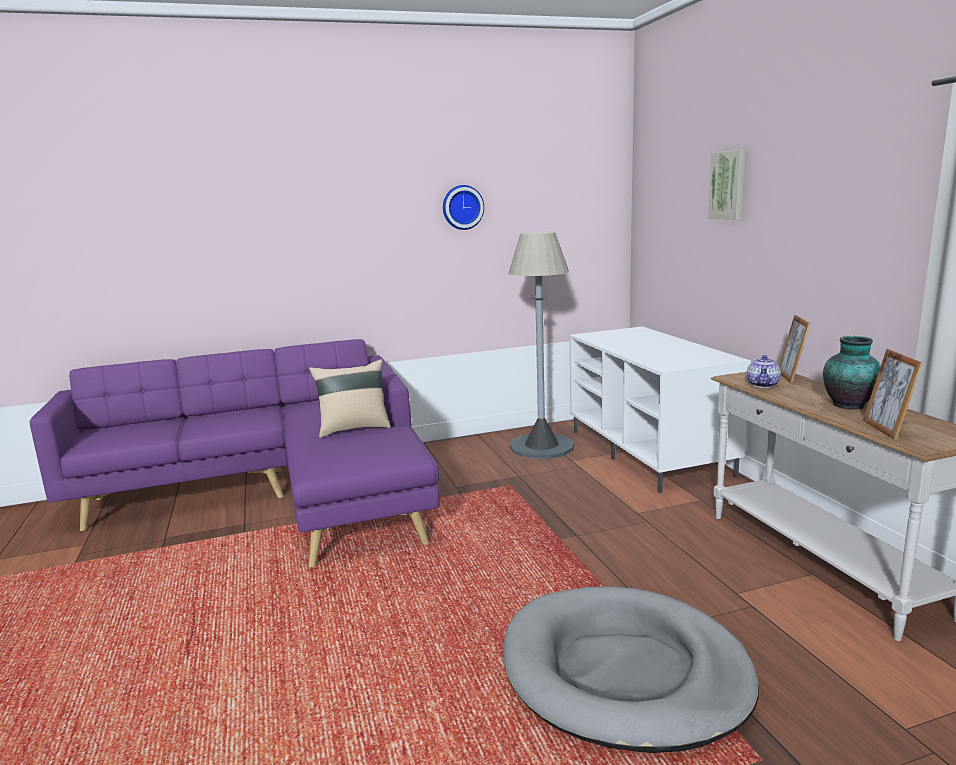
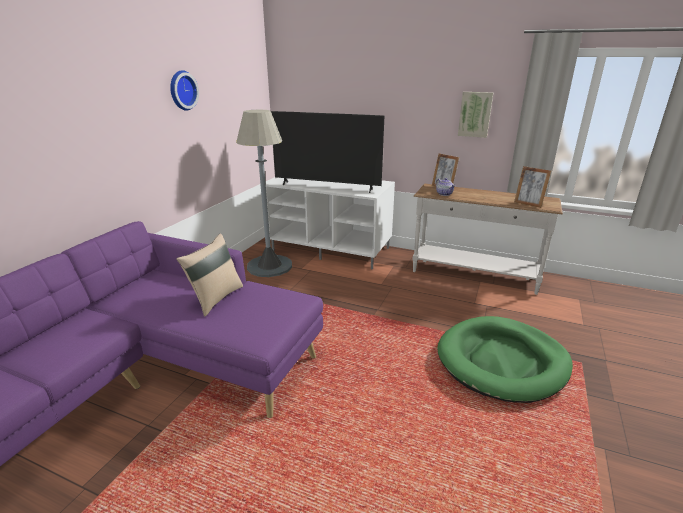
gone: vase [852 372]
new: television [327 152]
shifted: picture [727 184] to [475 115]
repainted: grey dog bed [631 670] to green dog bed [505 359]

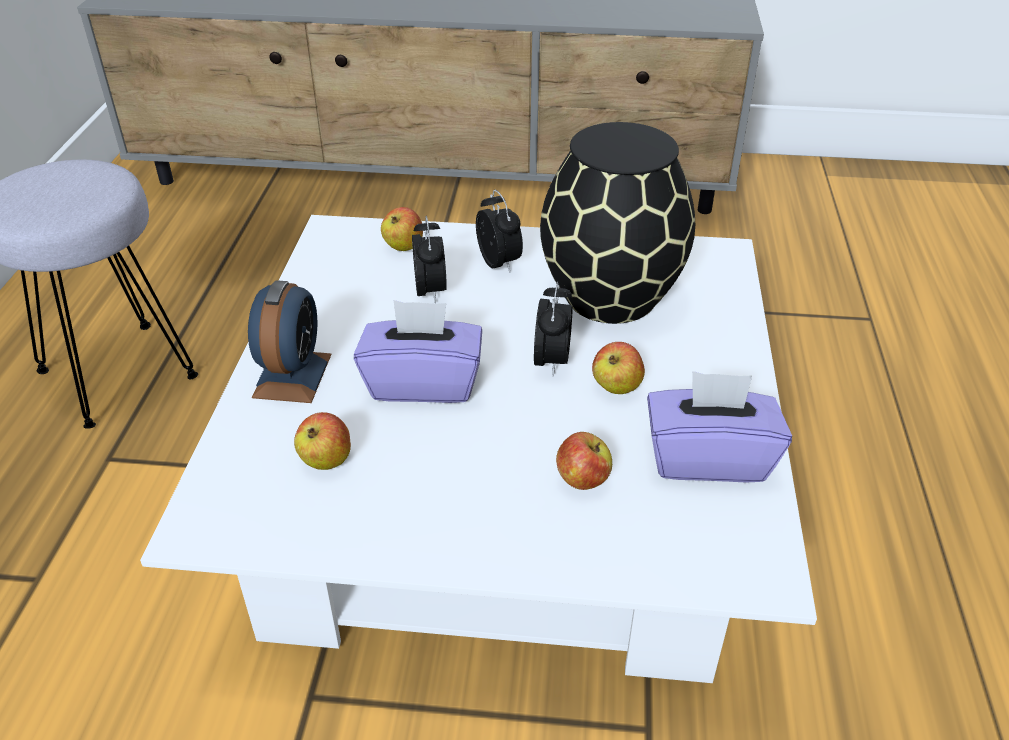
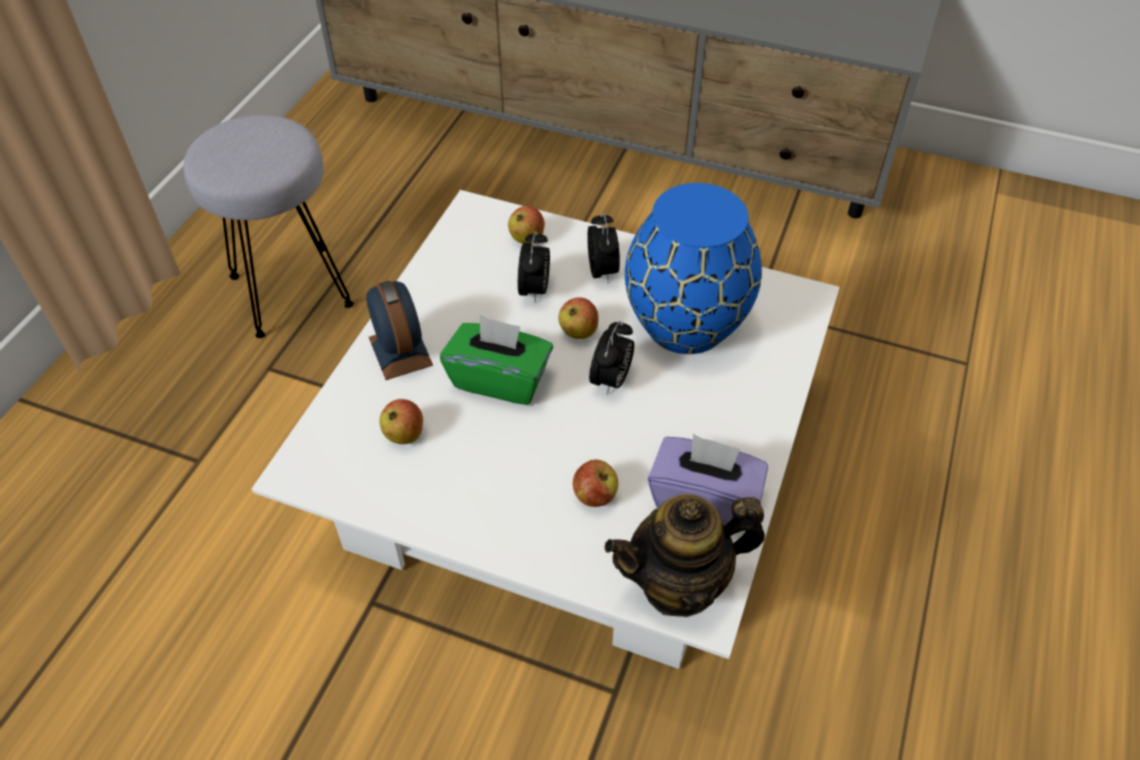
new: teapot [685 555]
shifted: apple [618 368] to [578 318]
repainted: purple tissue box [418 351] to green tissue box [496 360]; black vase [617 223] to blue vase [693 268]
rotated: alarm clock [289 341] = [399 330] 45 degrees counterclockwise

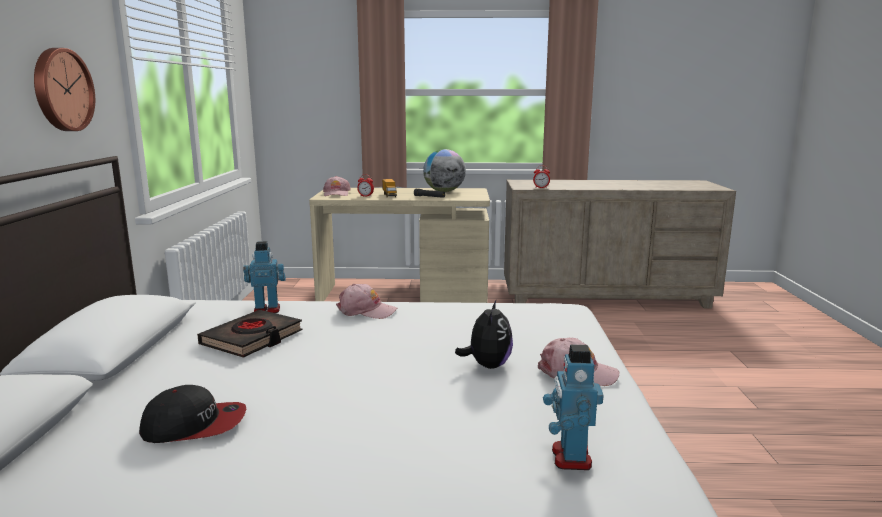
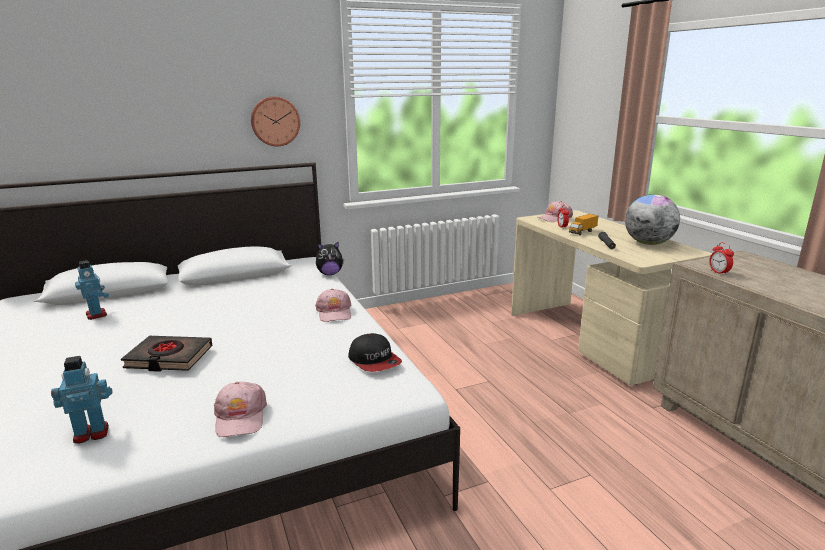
shifted: toy robot [264 277] to [92 290]; black book [250 334] to [166 354]; plush toy [484 334] to [330 258]; cap [192 414] to [375 352]

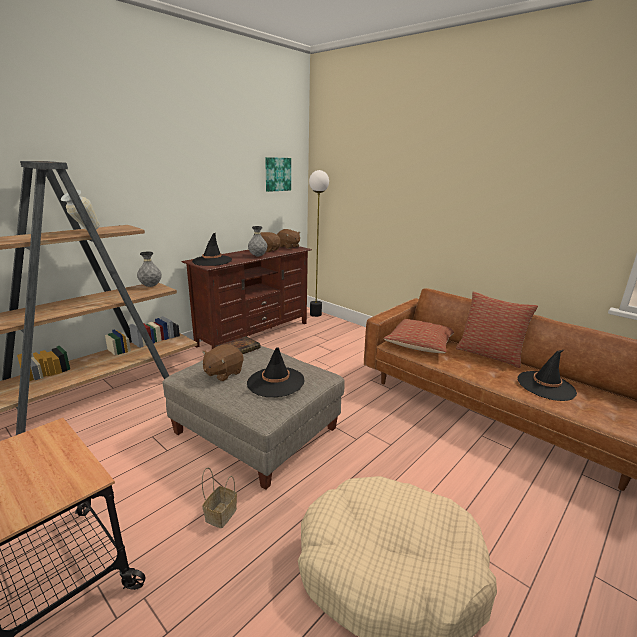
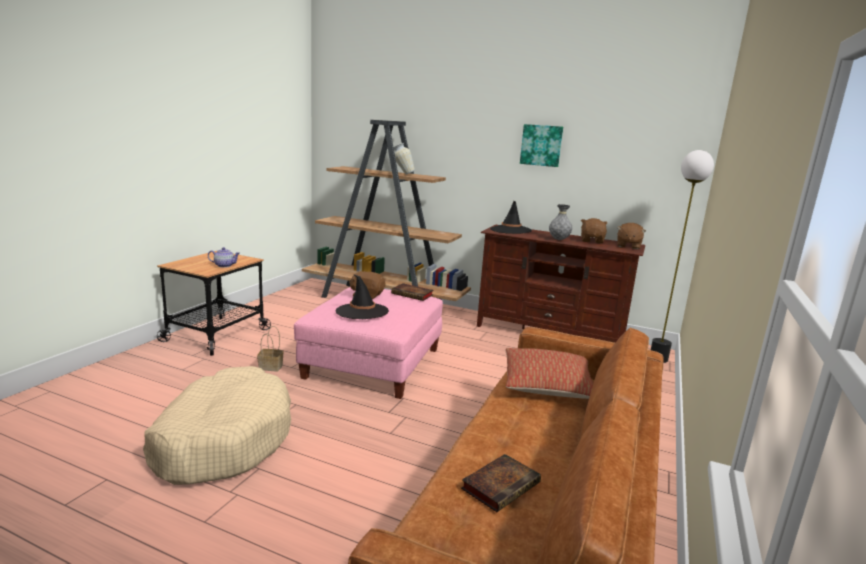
gone: grey vase [149 269]; pillow [497 330]
new: teapot [224 257]
shifted: picture [278 174] to [541 145]
swapped: black hat [547 375] to book [501 483]
repainted: grey ottoman [253 418] to pink ottoman [368 343]

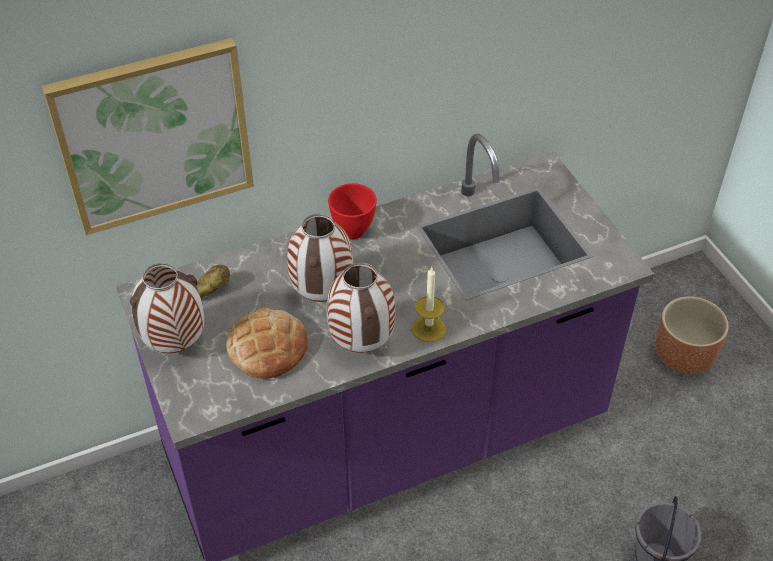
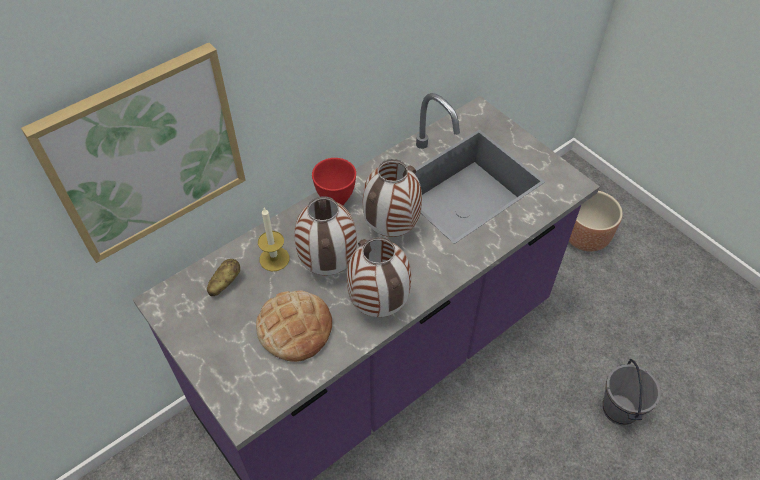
shifted: candle [429 304] to [273 239]; vase [167 308] to [392 198]

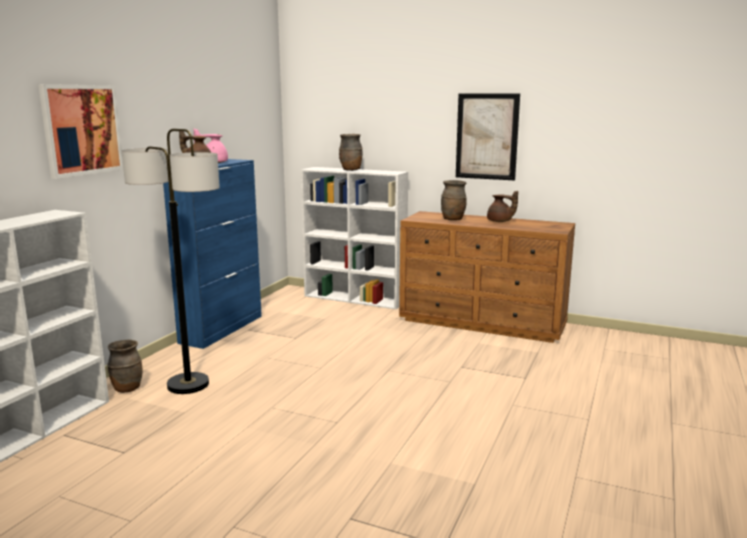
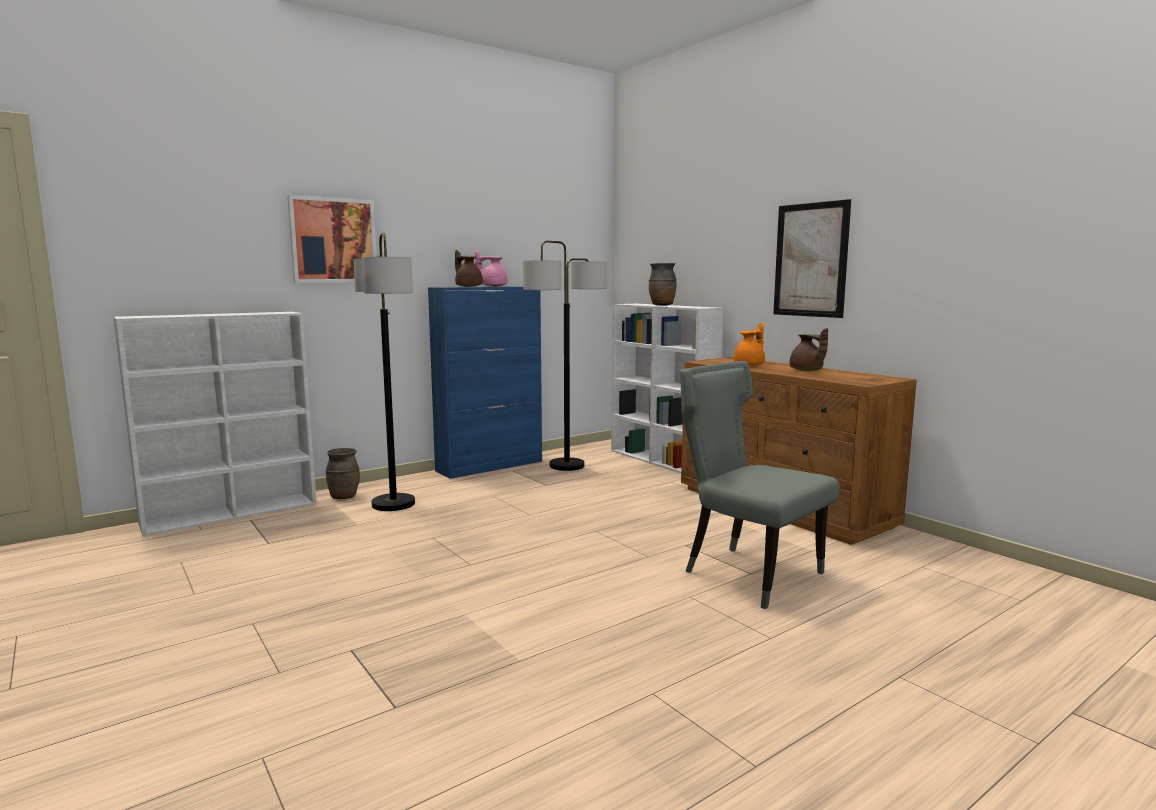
new: floor lamp [565 356]; grey chair [760 485]
swapped: brown vase [454 200] to orange teapot [749 344]

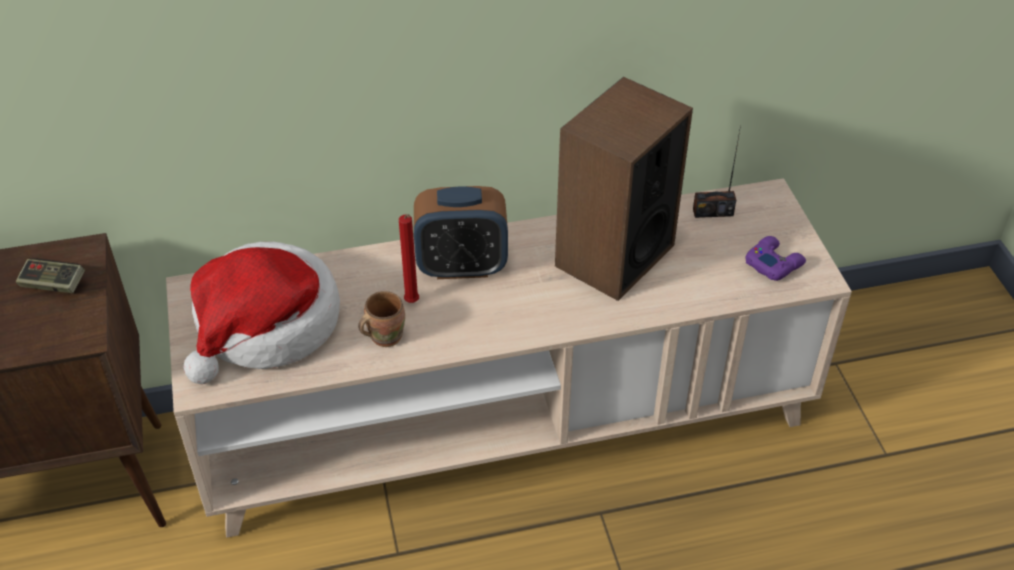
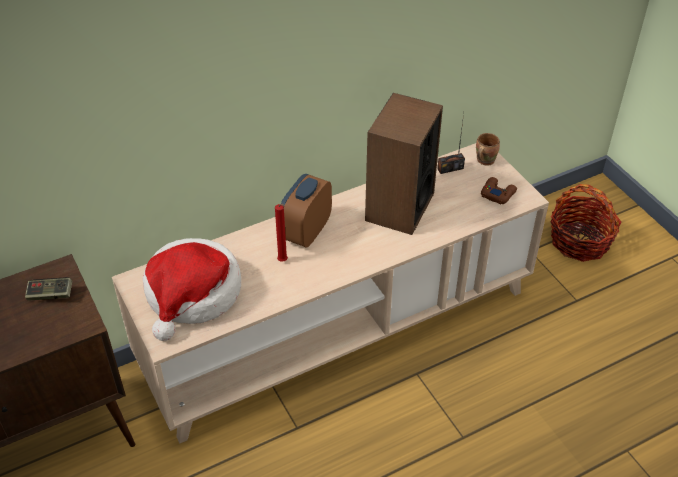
new: basket [586 223]
shifted: brown mug [381 319] to [488 149]
repainted: purple game controller [775 258] to brown game controller [499 190]
rotated: alarm clock [461 232] = [306 211] 135 degrees clockwise

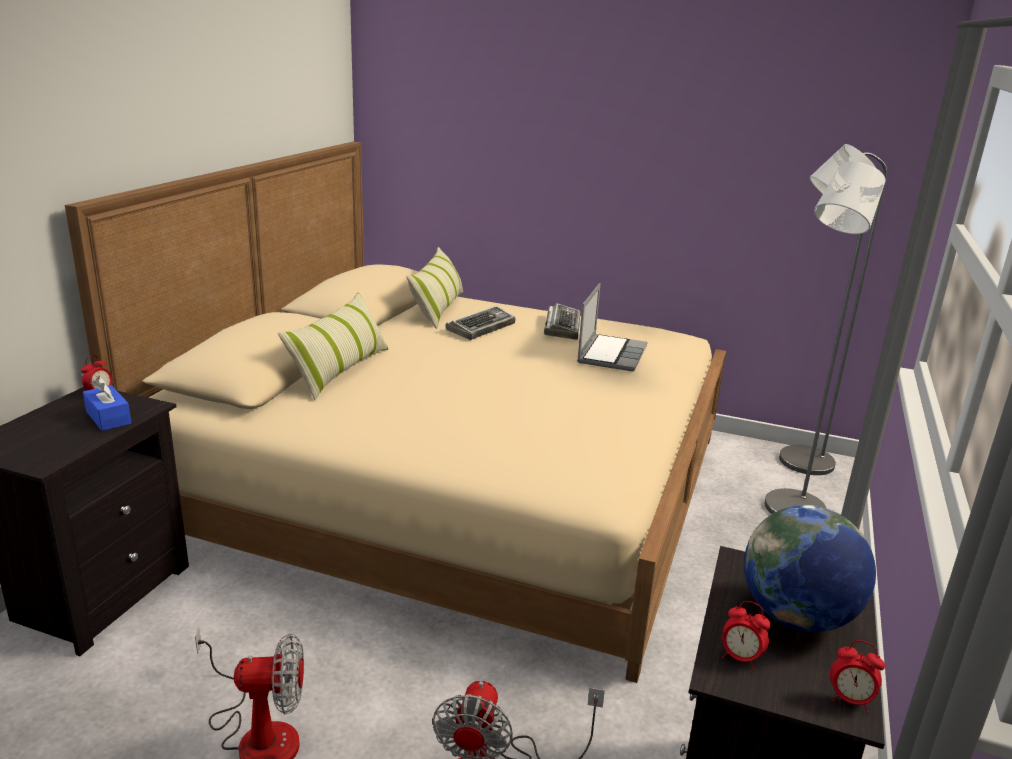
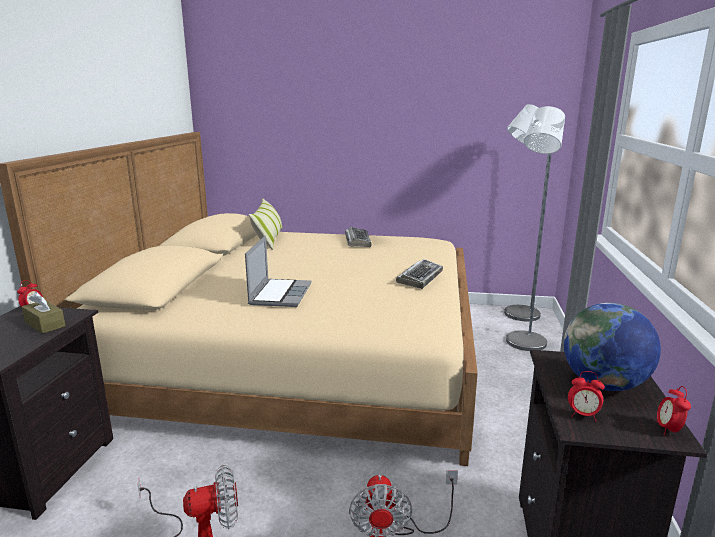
gone: pillow [333 346]
shifted: laptop [612 327] to [278 271]; keyboard [480 323] to [419 274]
repainted: blue tissue box [107 404] to brown tissue box [44 313]
rotated: alarm clock [857 676] = [673 411] 90 degrees clockwise

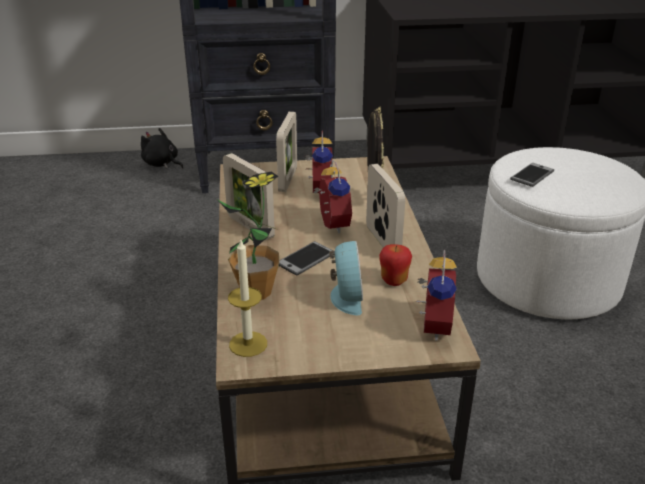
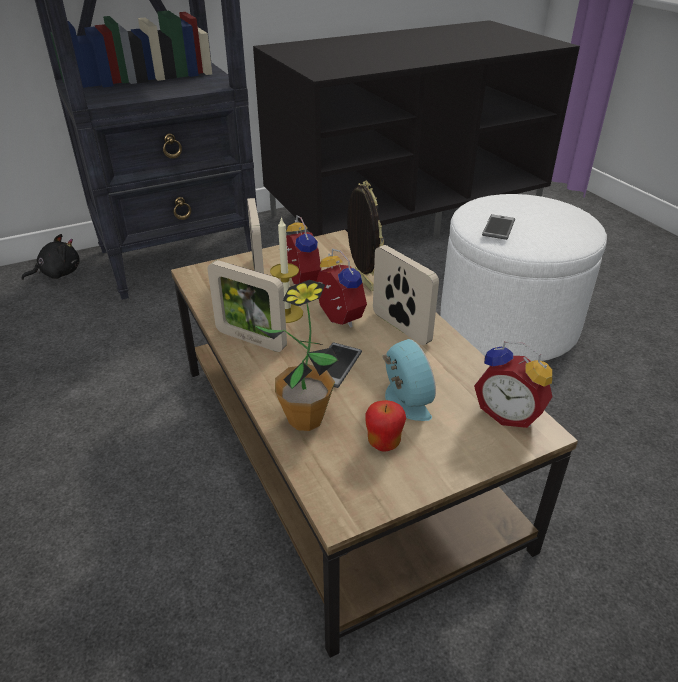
shifted: candle [247 298] to [286 270]; apple [395 265] to [385 425]
rotated: black plush toy [162 148] = [50 257] 135 degrees clockwise; alarm clock [437 295] = [513 384] 135 degrees clockwise

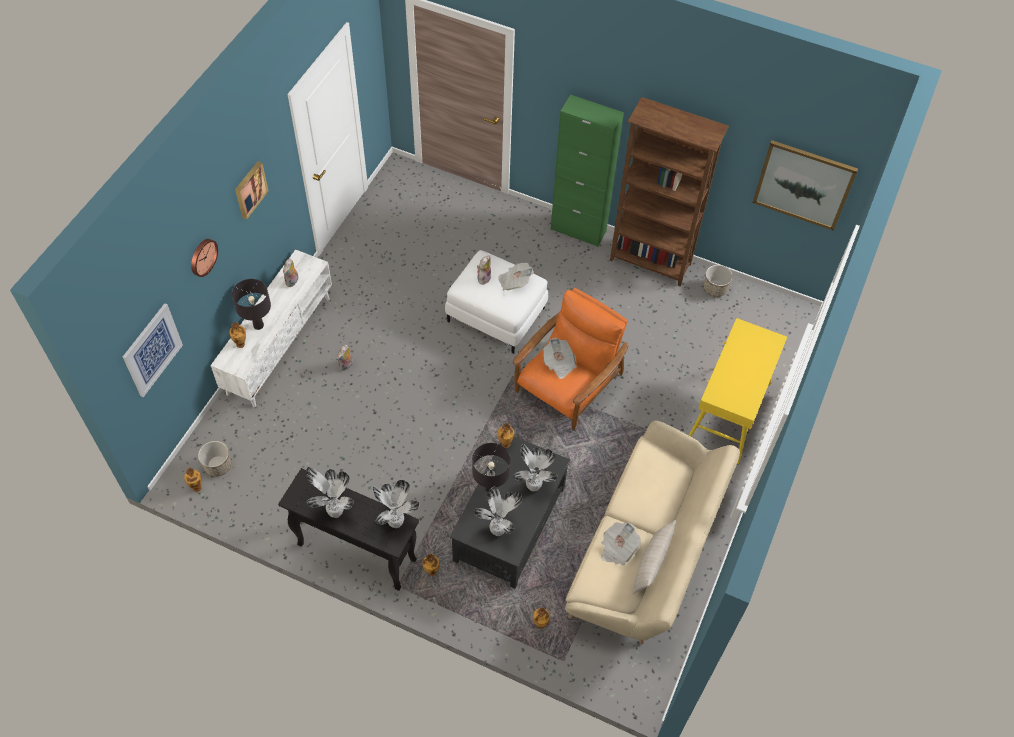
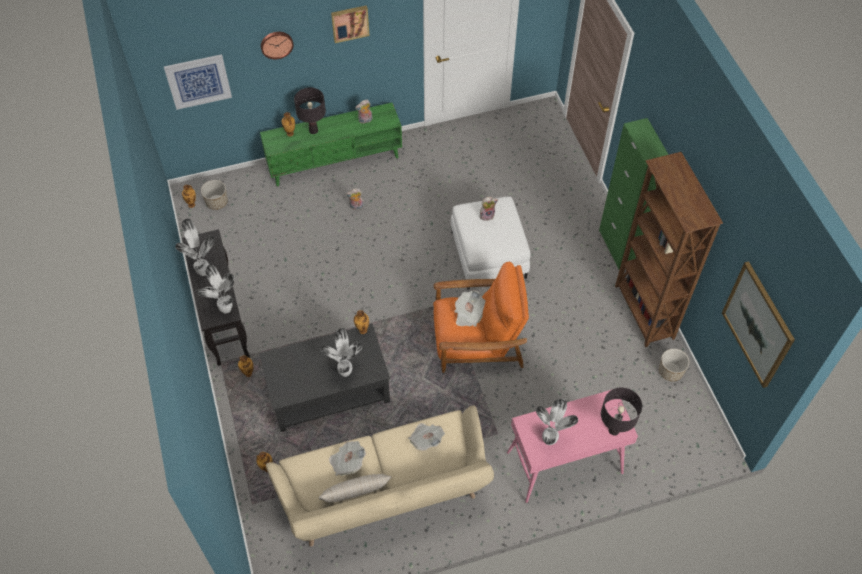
shifted: newspaper [515 277] to [426 437]; potted plant [498 511] to [557 422]; black table lamp [491 467] to [621 411]
repainted: white tv stand [271 328] to green tv stand [331 144]; yellow console table [738 391] to pink console table [572 446]

